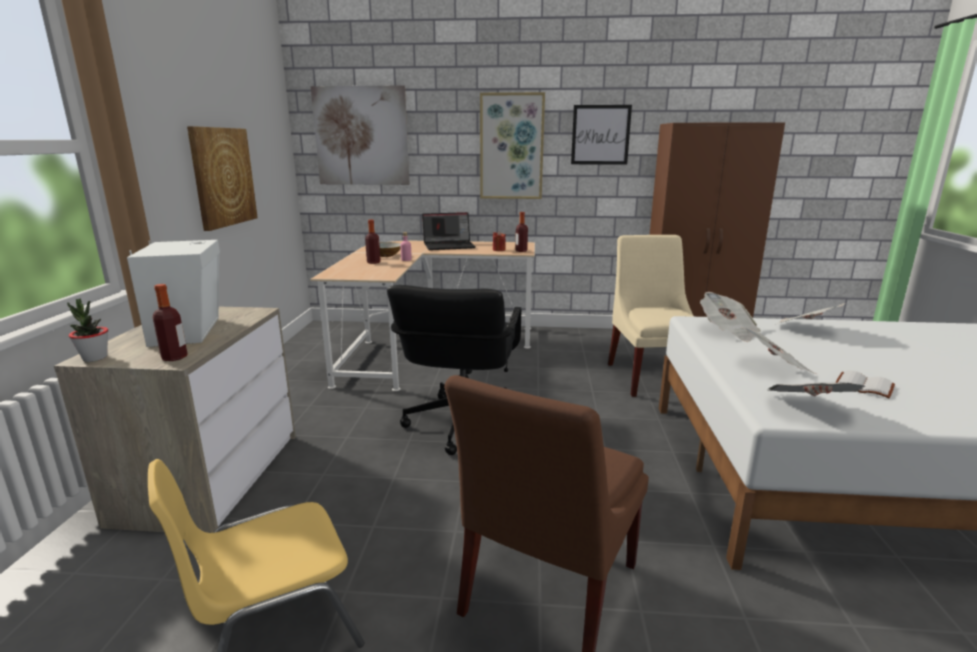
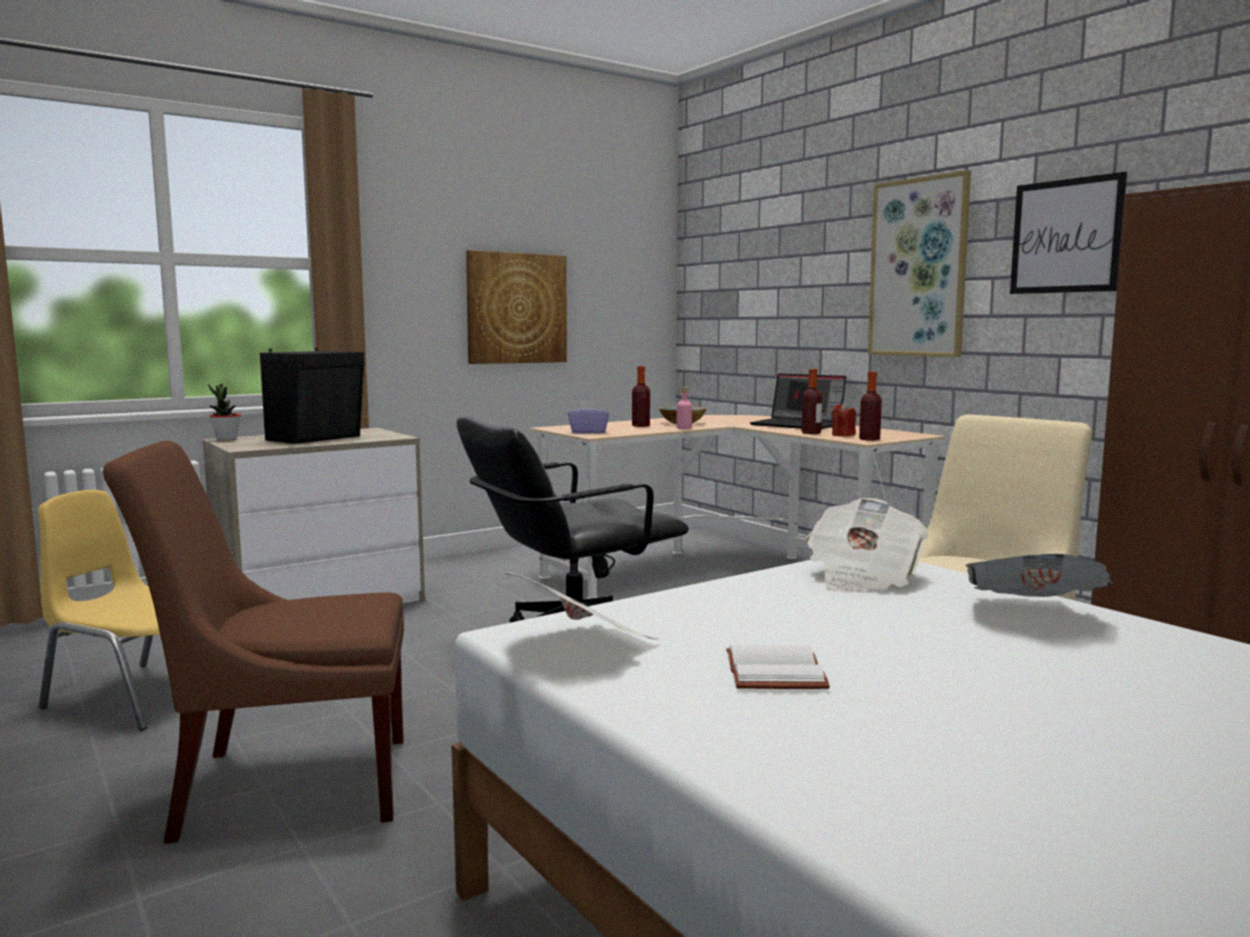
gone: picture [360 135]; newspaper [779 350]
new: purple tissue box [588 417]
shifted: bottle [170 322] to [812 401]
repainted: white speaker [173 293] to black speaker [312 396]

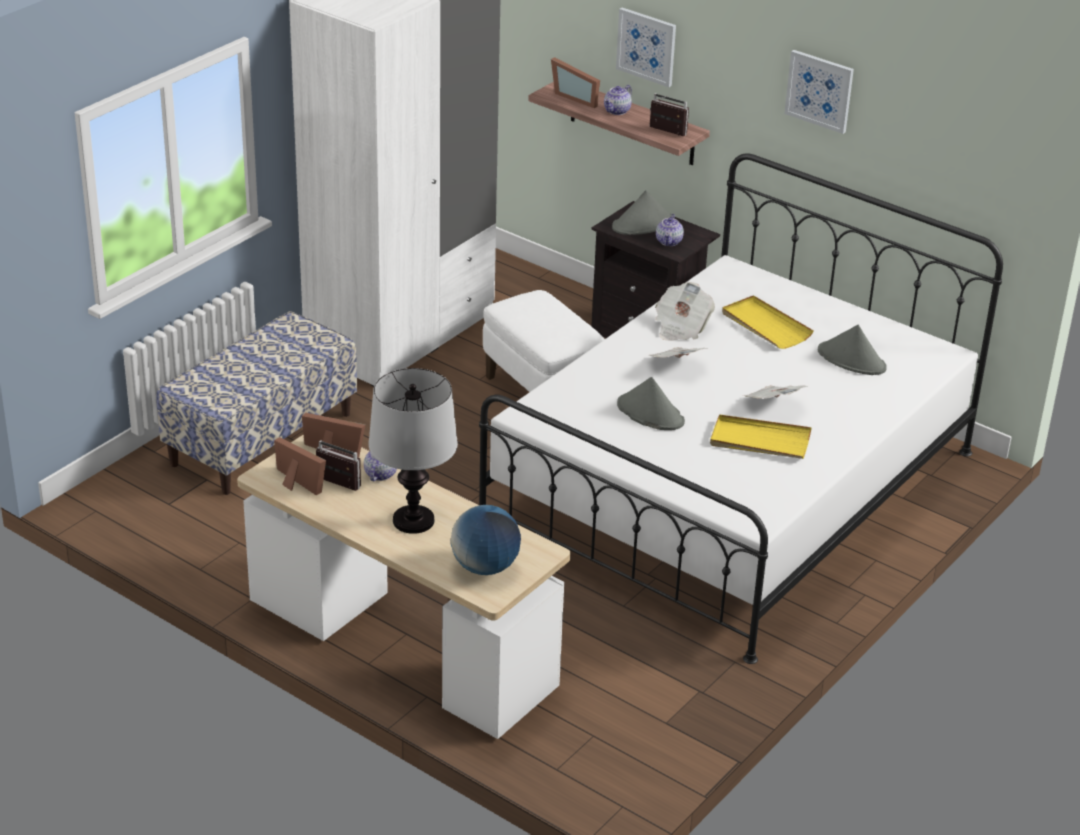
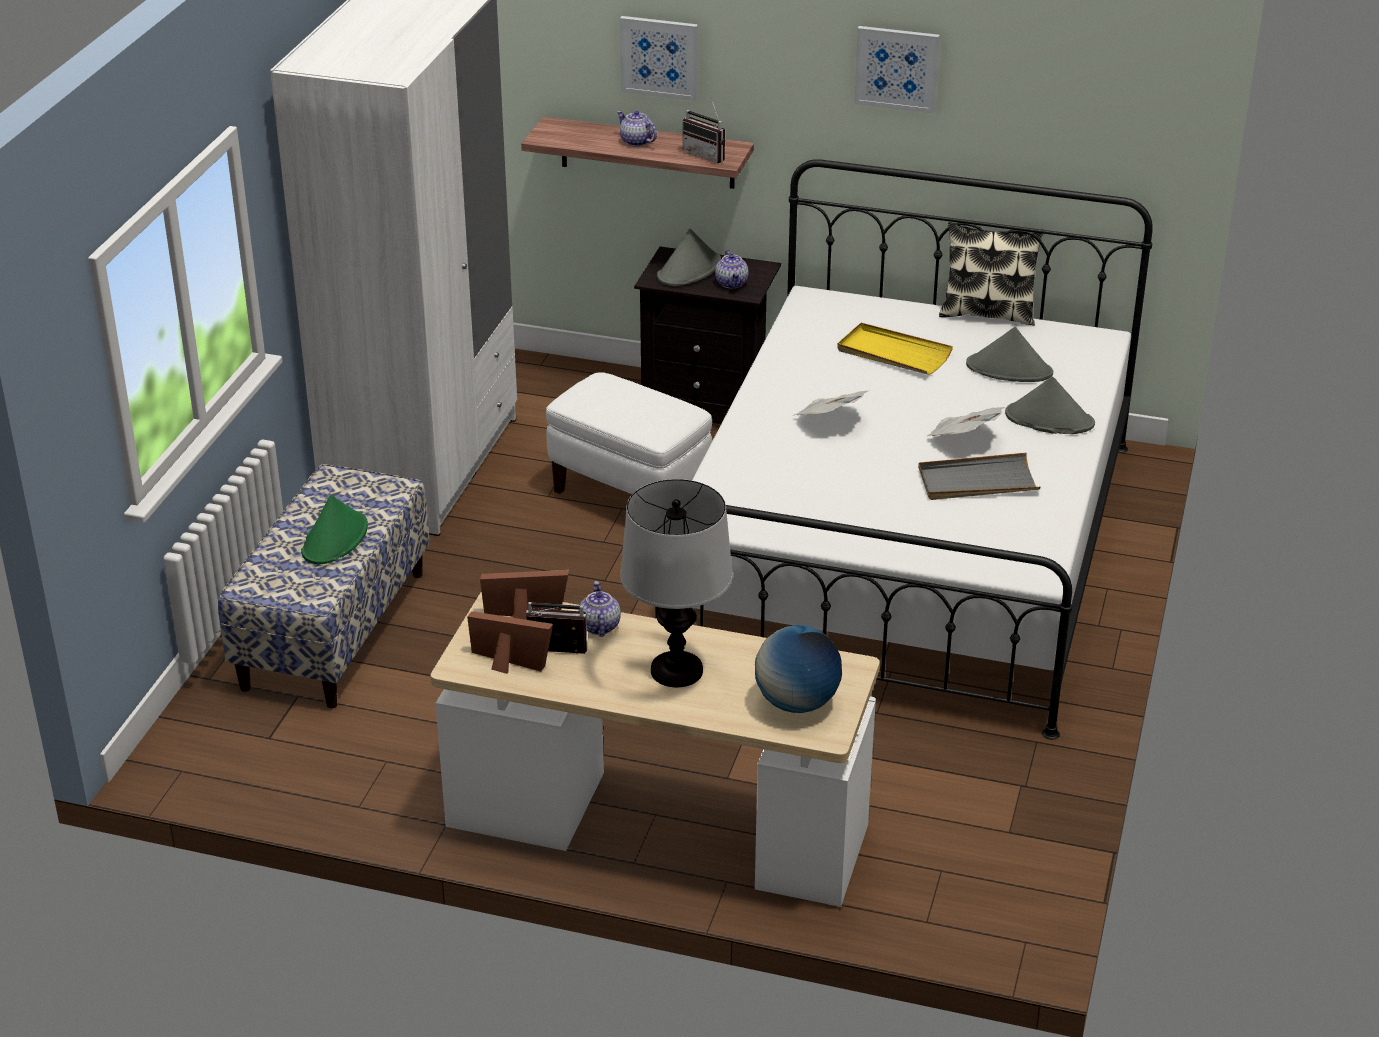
gone: picture frame [575 82]; newspaper [685 311]
new: green hat [334 529]; pillow [991 273]
shifted: grey hat [651 403] to [1050 405]
repainted: yellow tray [761 436] to grey tray [979 476]
rotated: teapot [618 100] = [637 128] 120 degrees clockwise; radio [669 114] = [704 130] 150 degrees counterclockwise

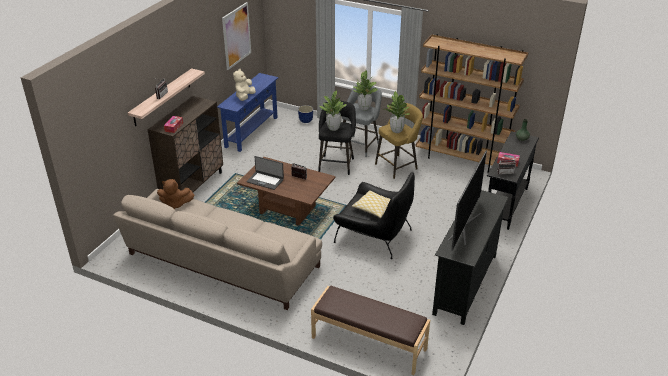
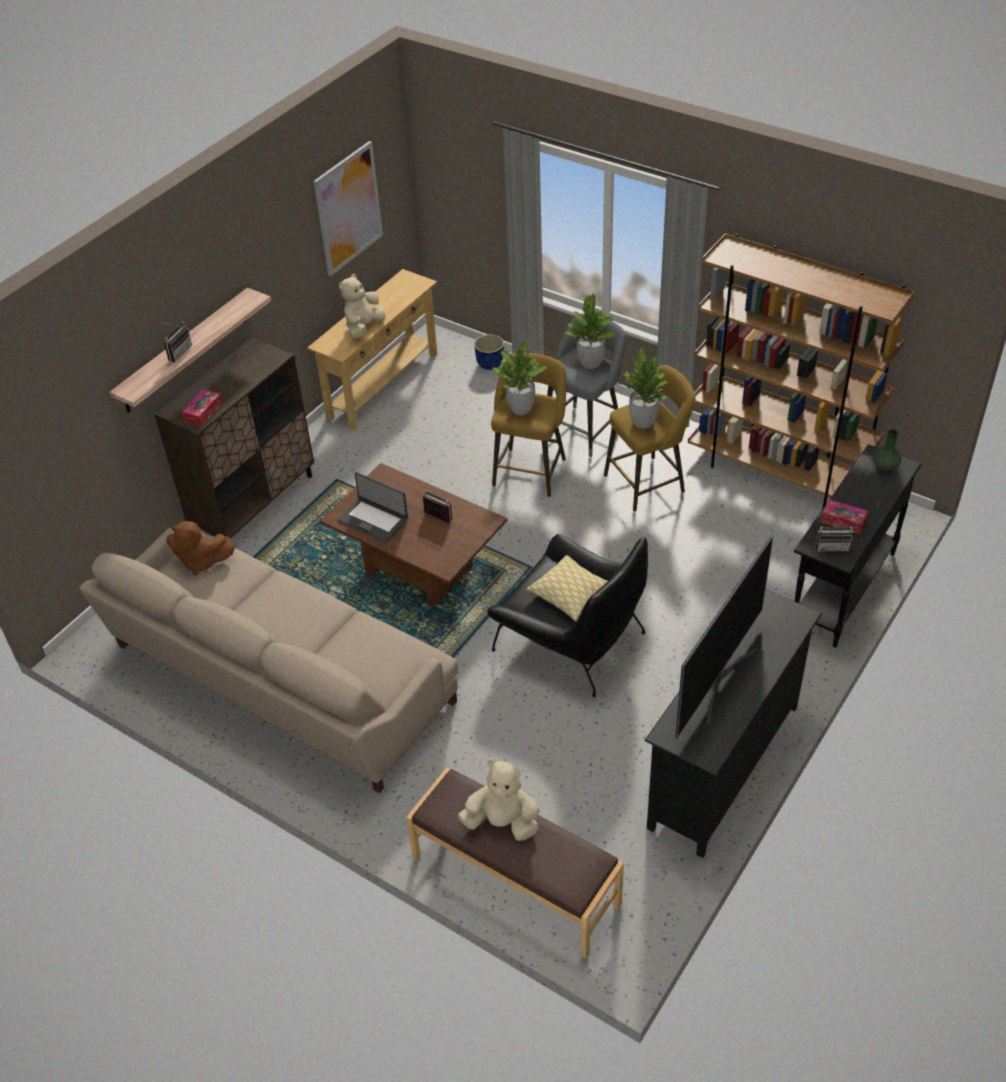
new: beige plush toy [499 800]
repainted: blue console table [247 112] to beige console table [372 349]; black stool [337 138] to yellow stool [528 425]

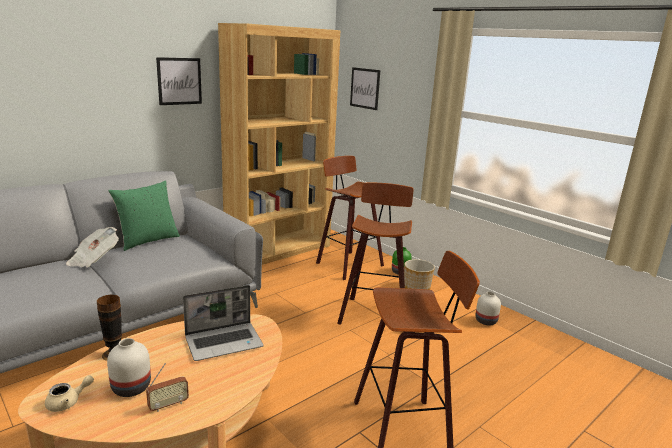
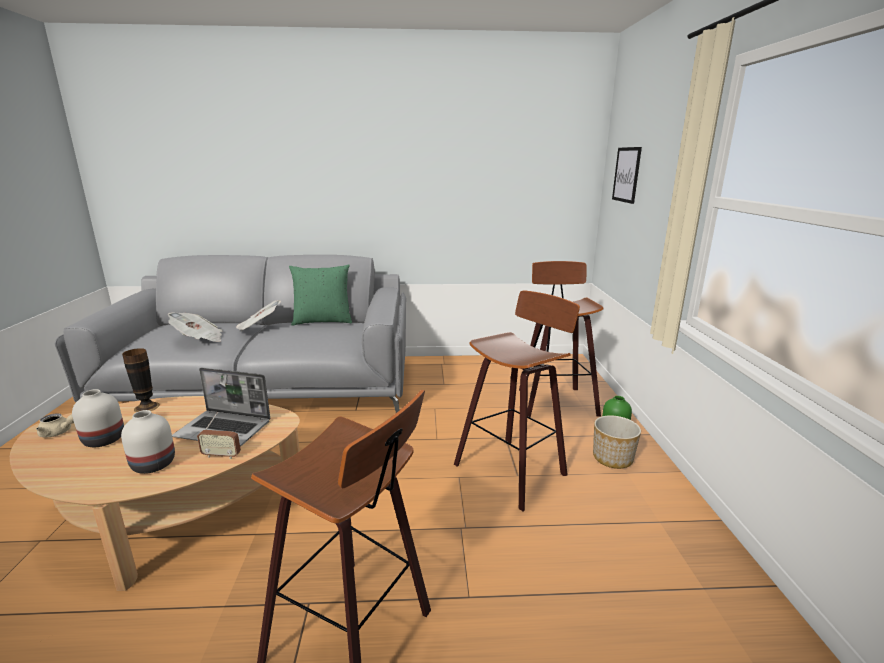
gone: picture [179 81]; brown bookcase [279 144]
new: newspaper [195 327]
shifted: white vase [488 308] to [148 442]; radio [167 387] to [219 435]

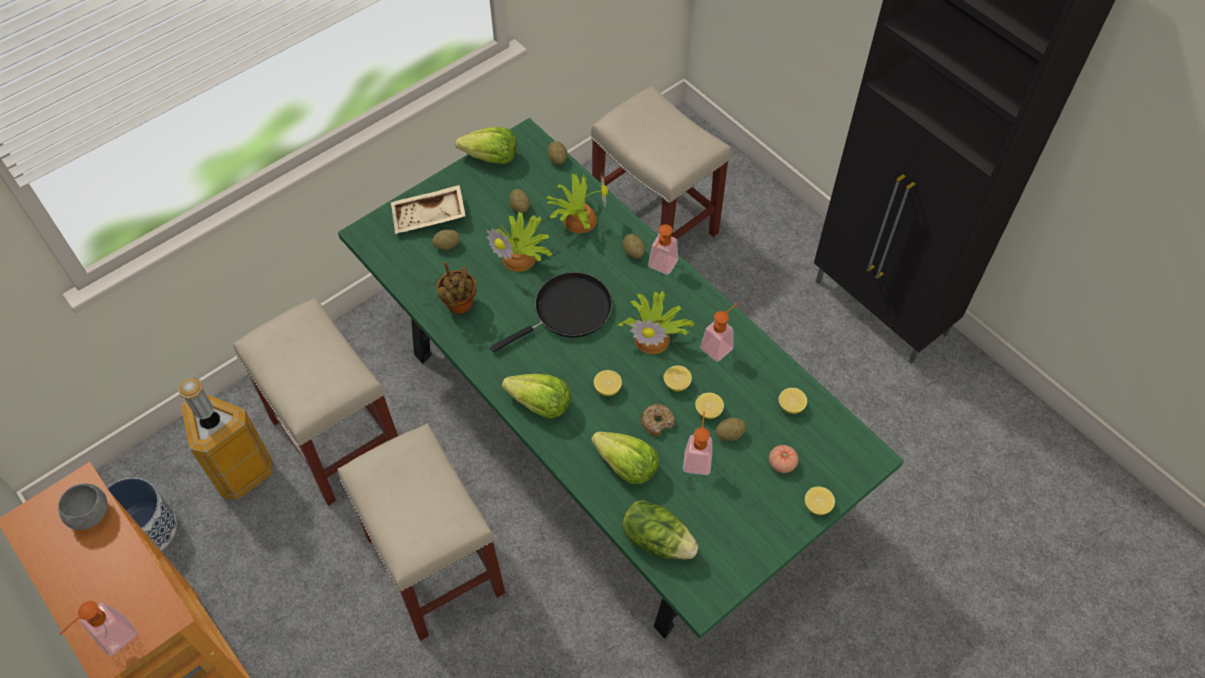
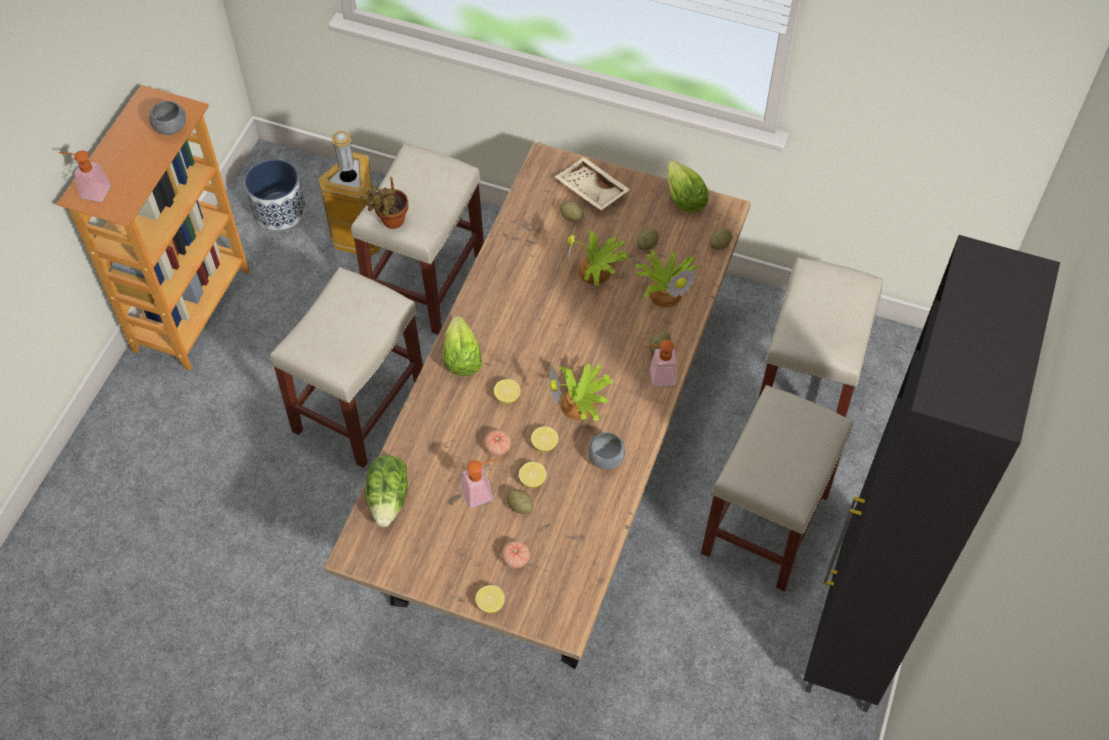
gone: black frying pan [551 312]; lettuce [625 458]; lemon [793 401]
new: beige stool [777 488]
shifted: potted plant [456 288] to [385 203]
swapped: donut [658 420] to tomato [497 443]; soap dispenser [719 332] to grey bowl [607 450]
repainted: green dining table [621 378] to brown dining table [537 405]

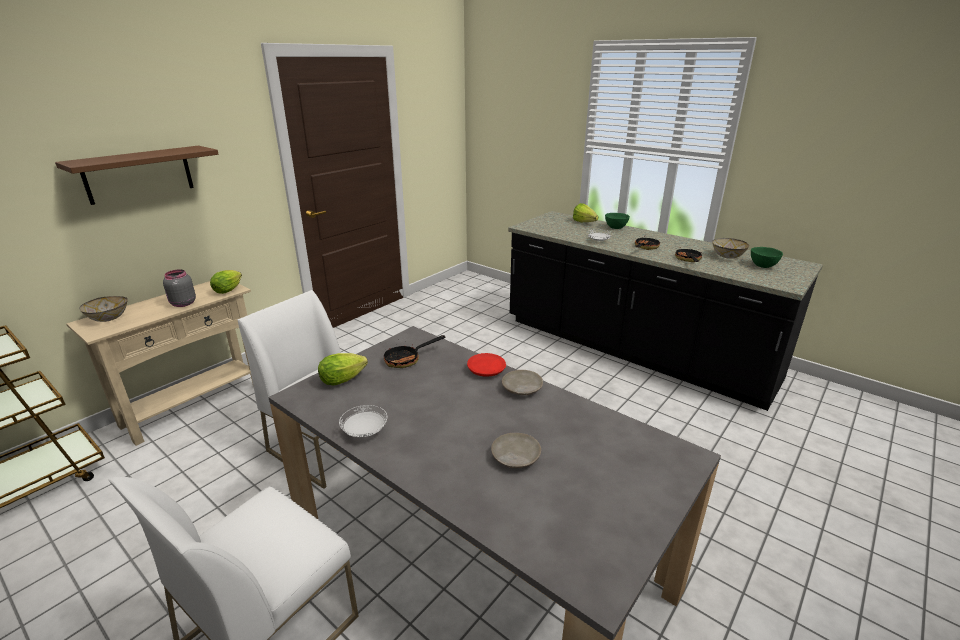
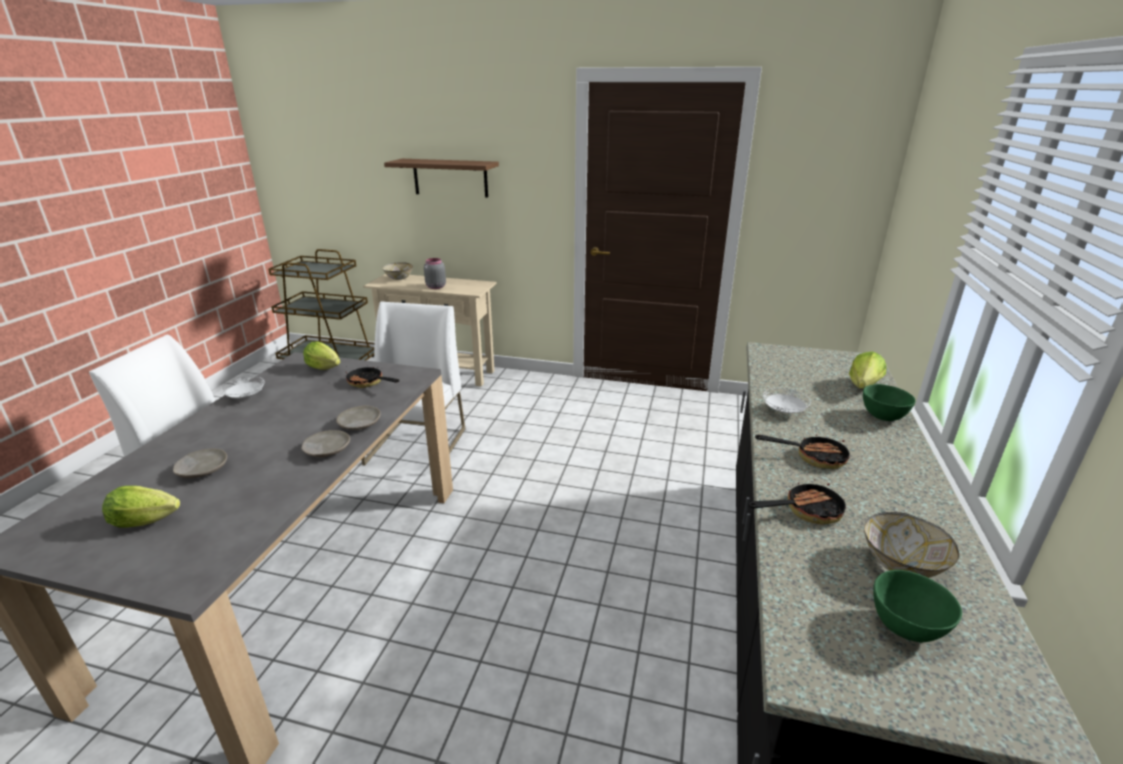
shifted: lettuce [226 282] to [141 507]
repainted: red plate [486 365] to beige plate [358 418]

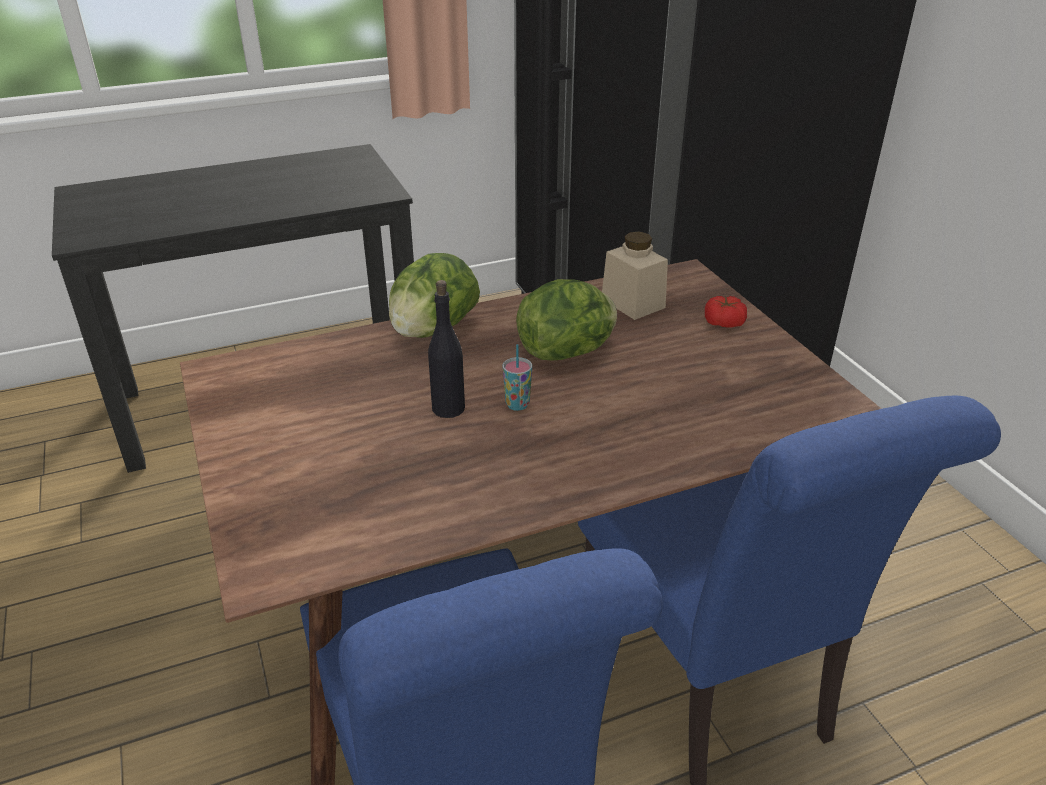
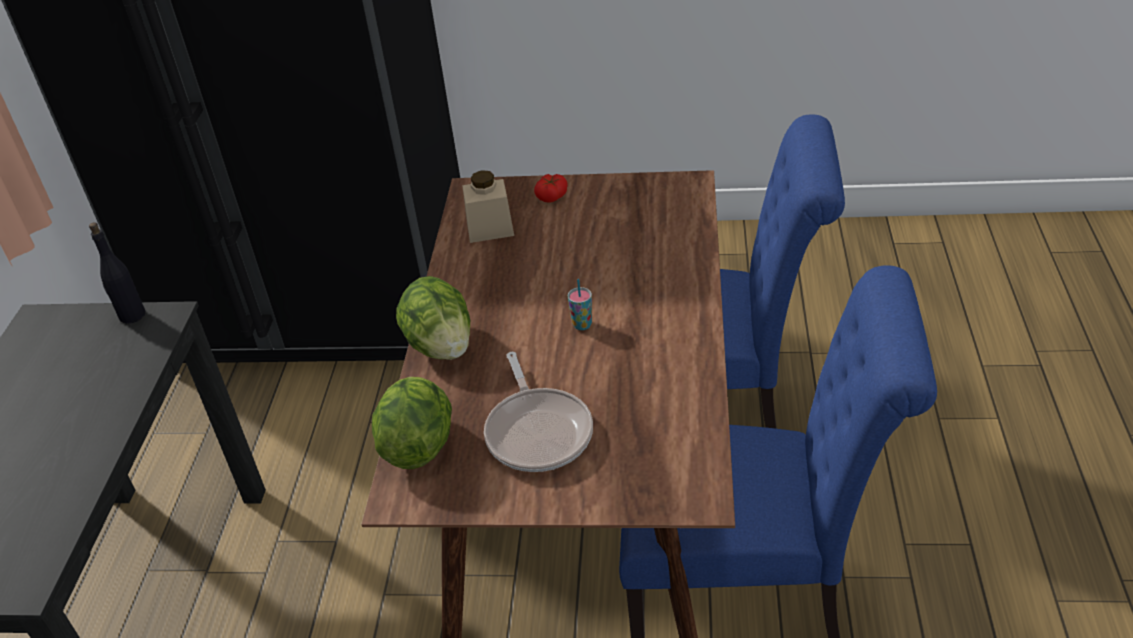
new: frying pan [538 412]
shifted: black bottle [446 349] to [117 273]; lettuce [566 319] to [412 423]

